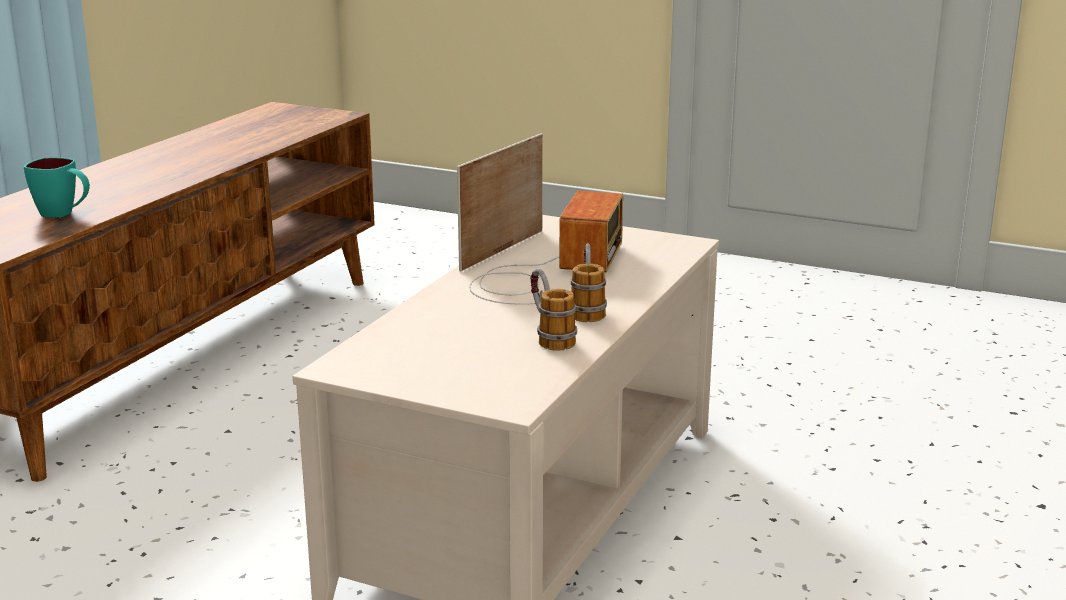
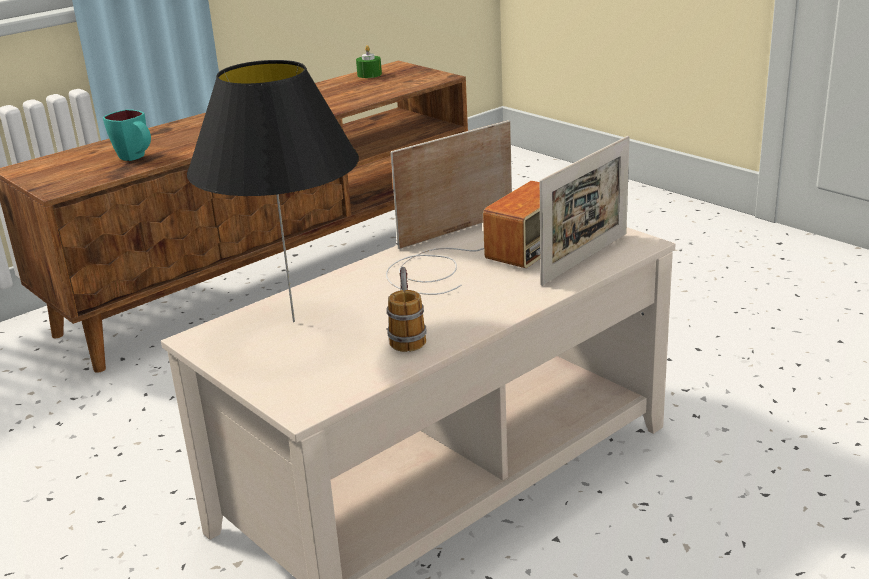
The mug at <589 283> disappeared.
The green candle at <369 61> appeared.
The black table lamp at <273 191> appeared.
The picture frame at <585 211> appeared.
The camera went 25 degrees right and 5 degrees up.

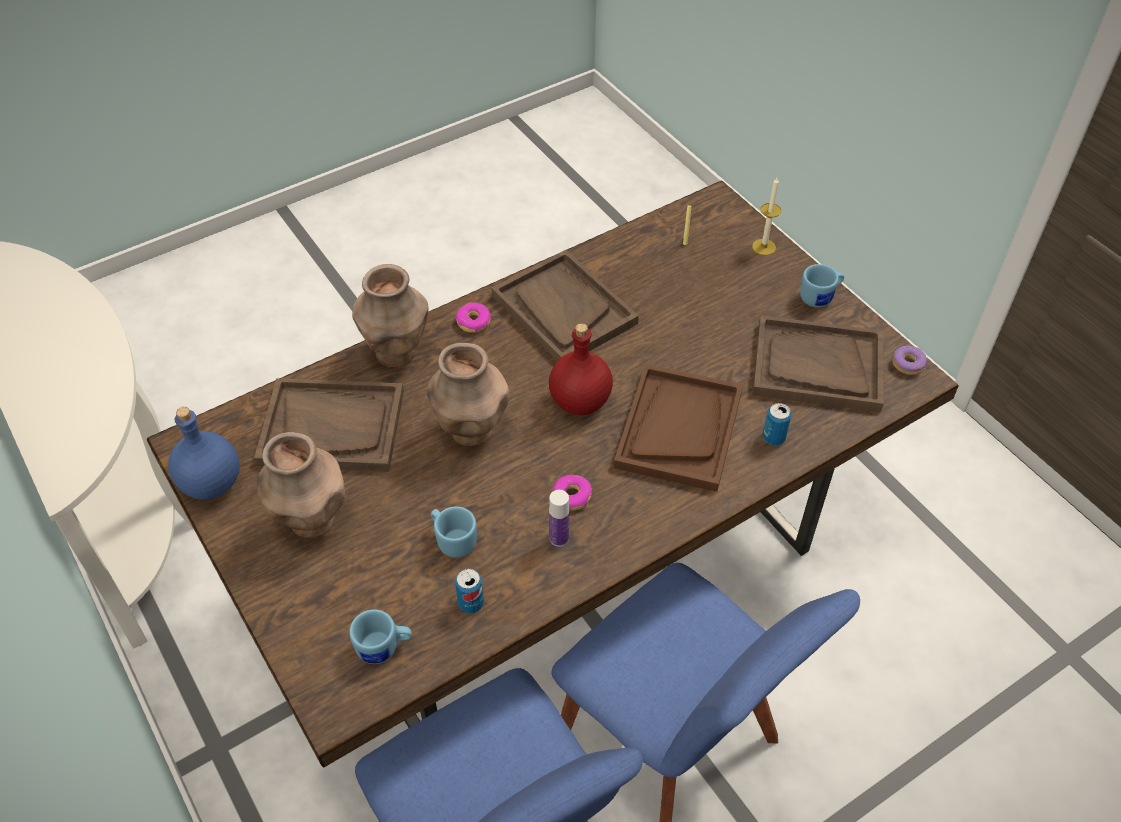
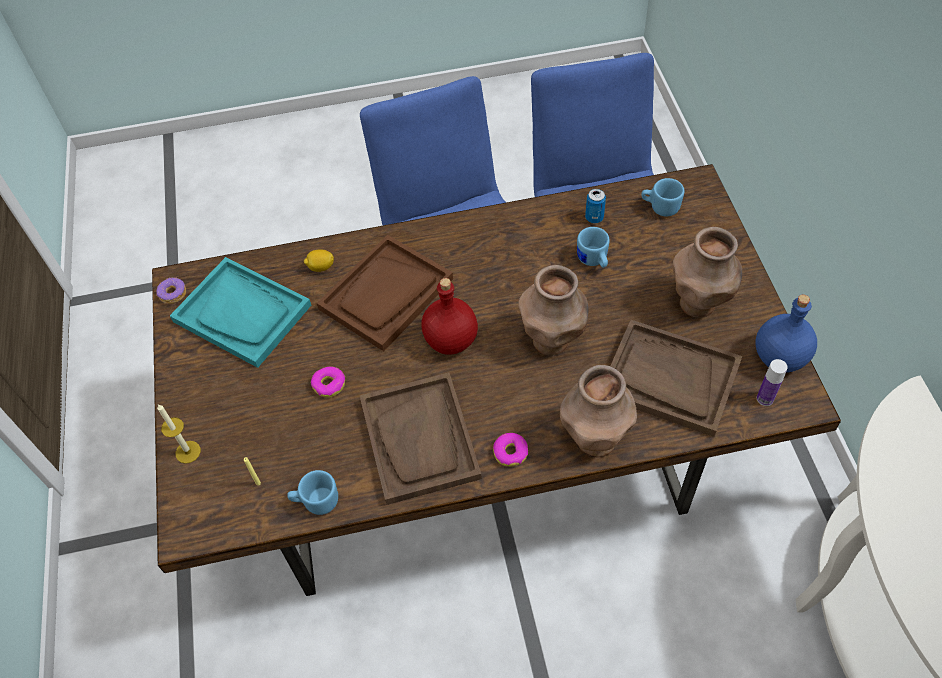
The blue mug moved from <822 286> to <312 492>.
The brown tray at <818 363> became the turquoise tray at <240 312>.
The can at <777 424> was replaced by the lemon at <319 260>.
The donut moved from <572 493> to <328 382>.
The bottle moved from <559 518> to <772 382>.
The camera went 155 degrees left and 5 degrees up.

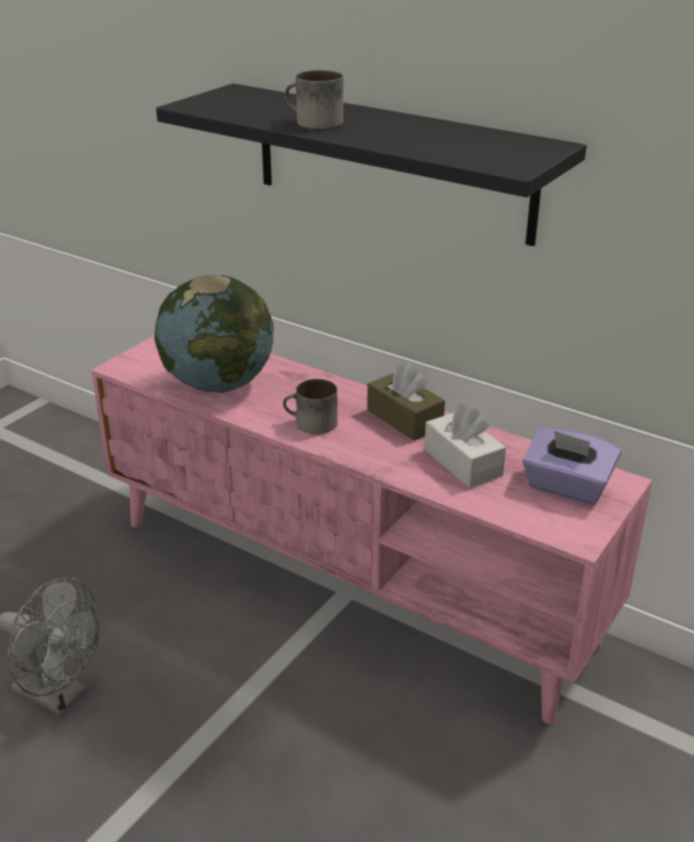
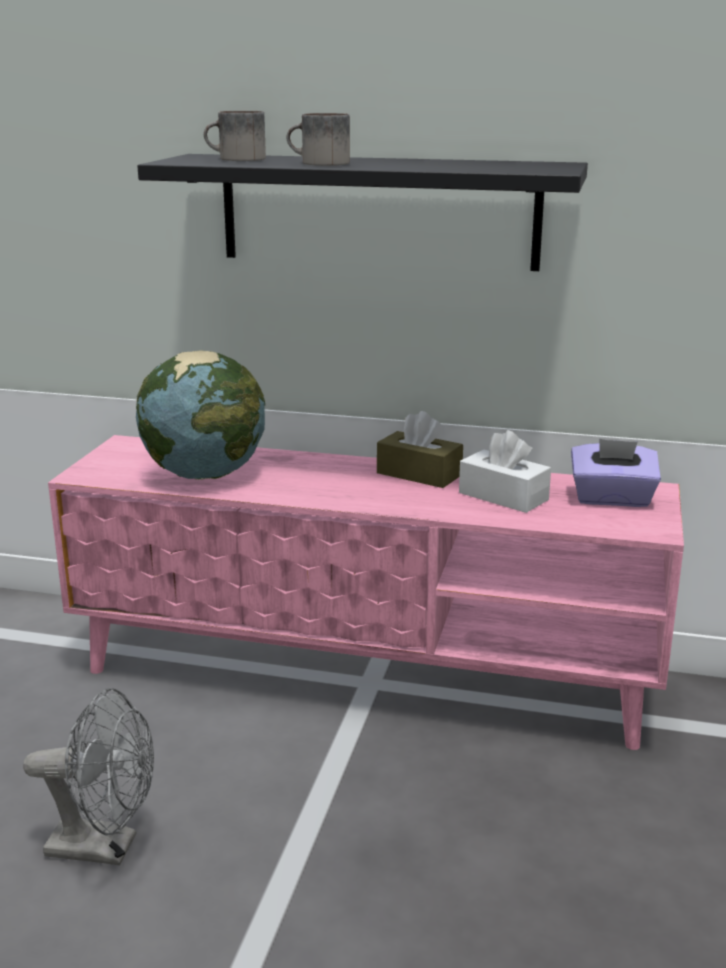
The mug moved from <310 406> to <235 136>.
The camera went 20 degrees left and 10 degrees down.

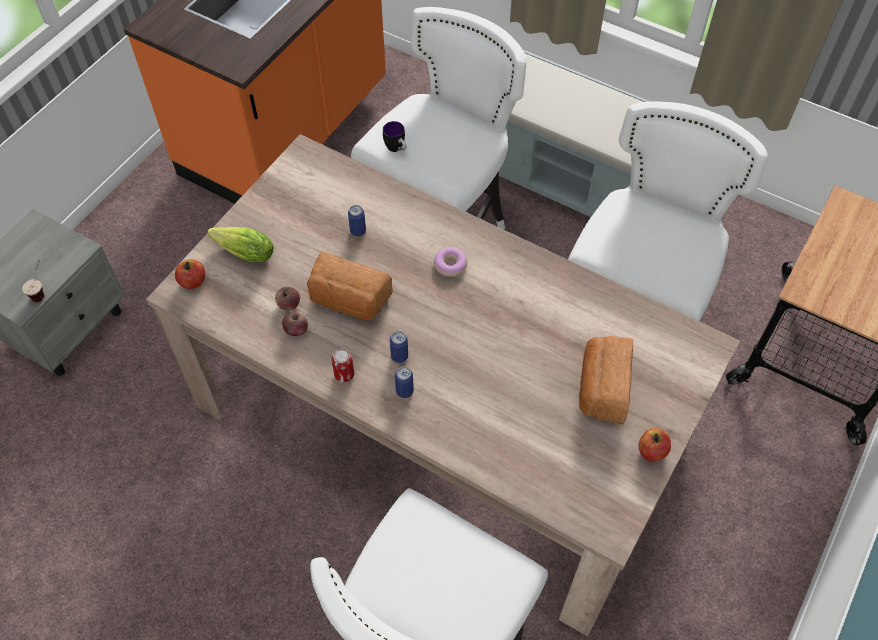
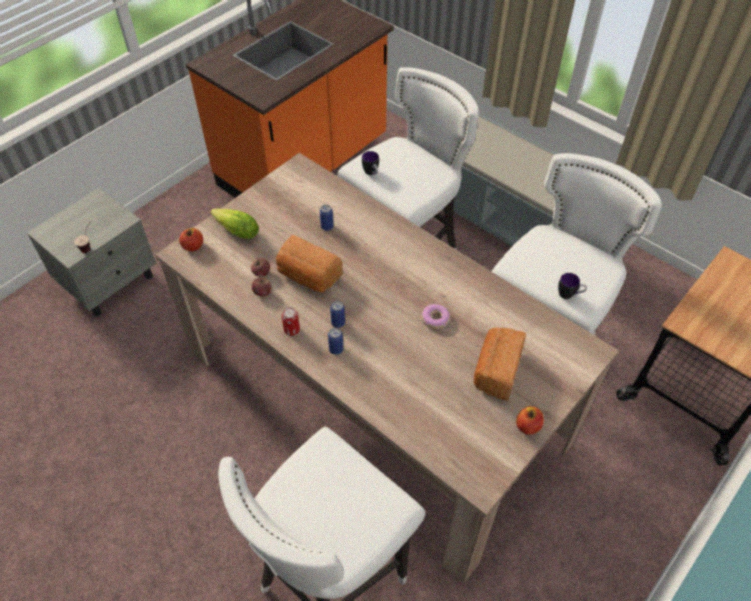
The donut moved from <450 262> to <435 316>.
The mug at <572 286> appeared.
The camera went 10 degrees right and 5 degrees down.

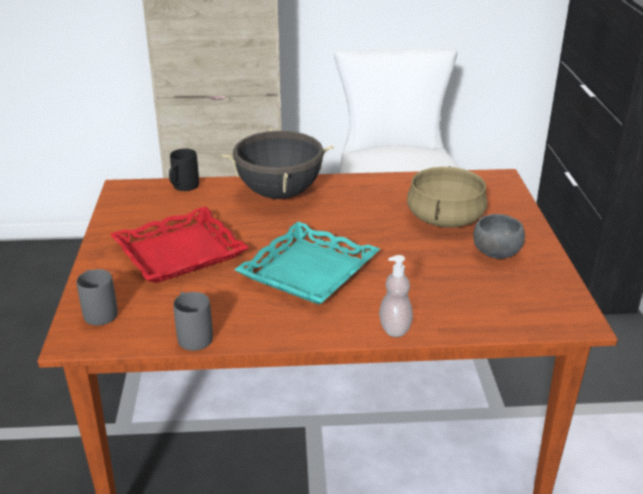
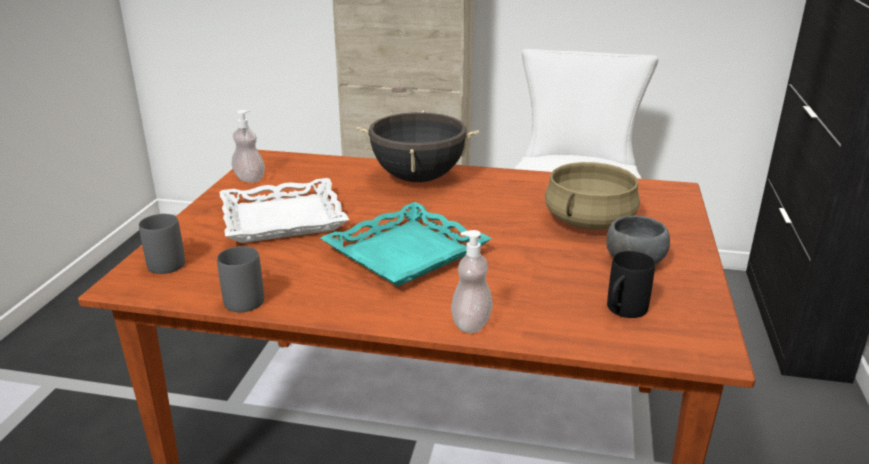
The black mug moved from <184 170> to <631 284>.
The red tray at <179 245> became the white tray at <284 210>.
The soap dispenser at <248 146> appeared.
The camera went 15 degrees right and 5 degrees down.

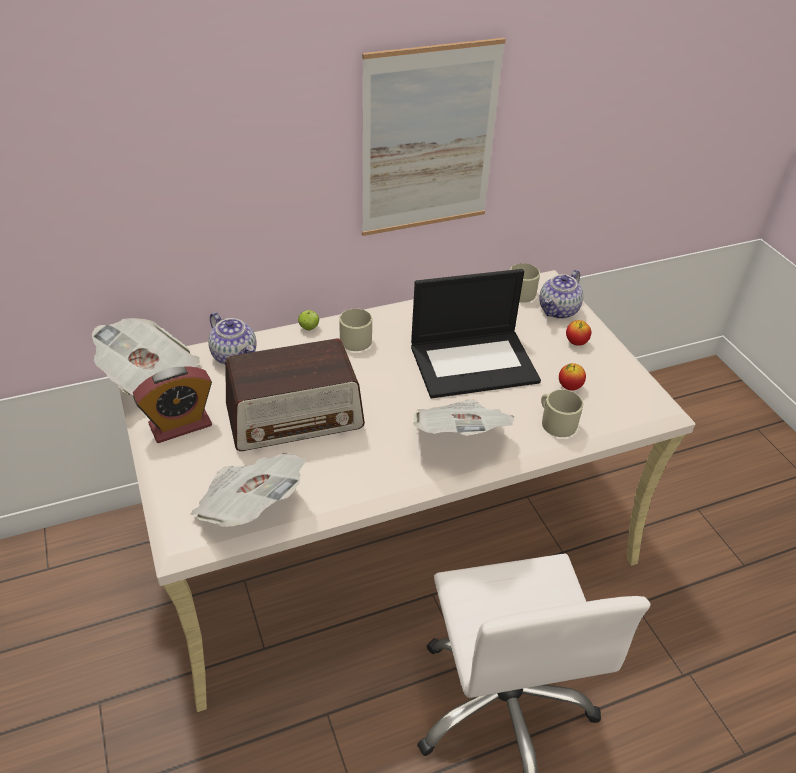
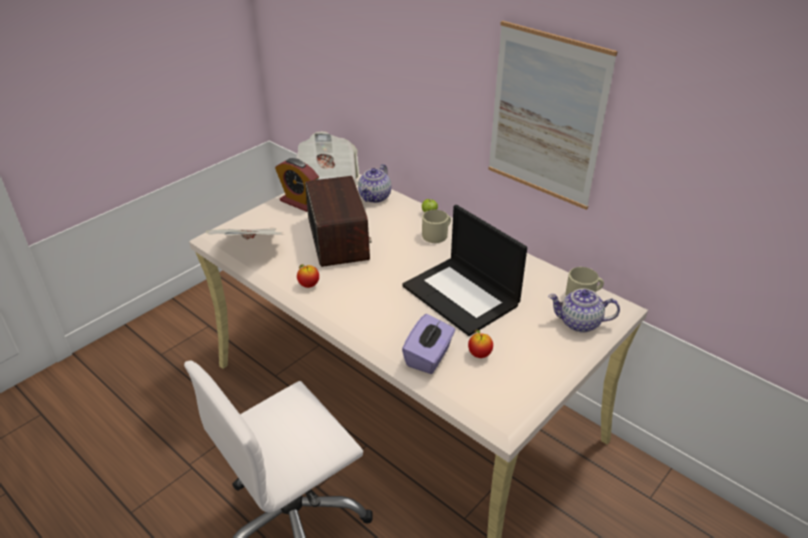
The apple moved from <578 333> to <308 276>.
The radio at <295 394> turned 150 degrees counterclockwise.
The beige mug at <562 413> was replaced by the purple tissue box at <428 344>.
The newspaper at <464 417> disappeared.
The camera went 65 degrees right and 5 degrees down.

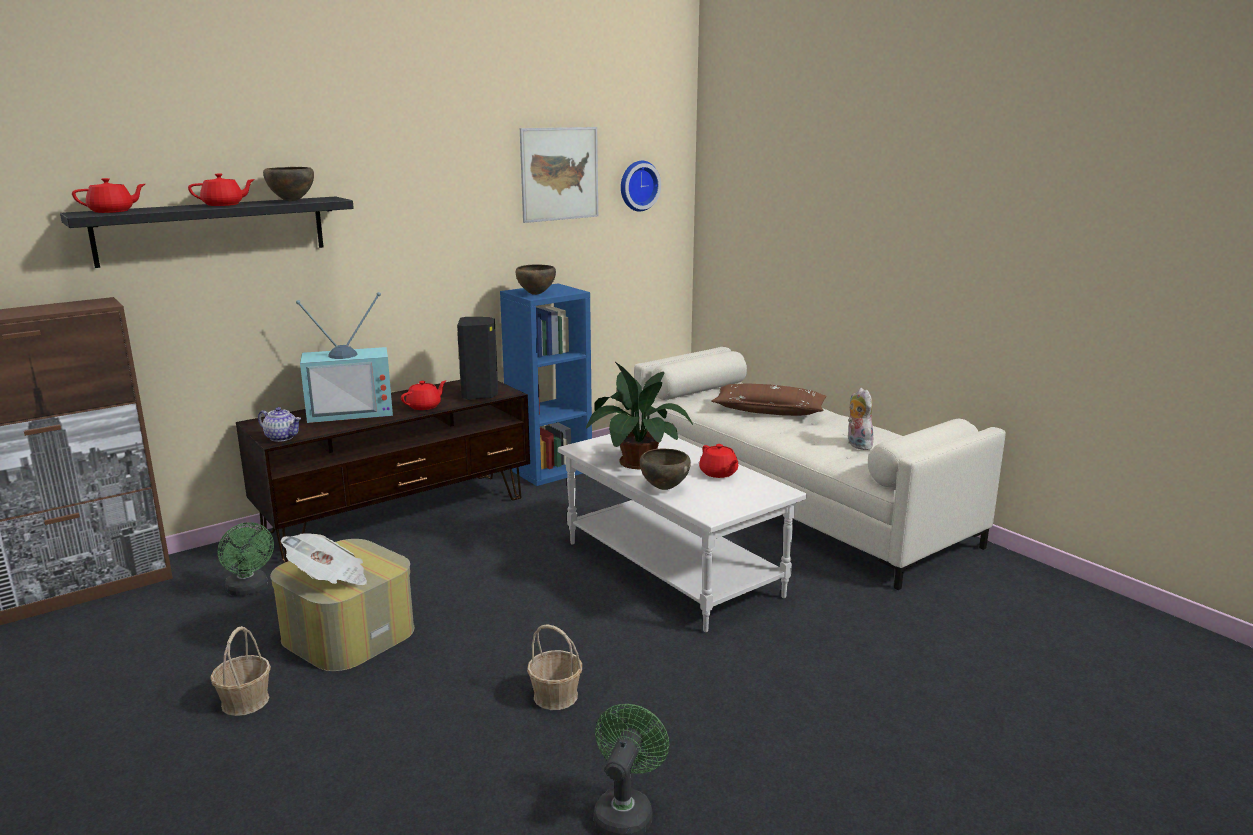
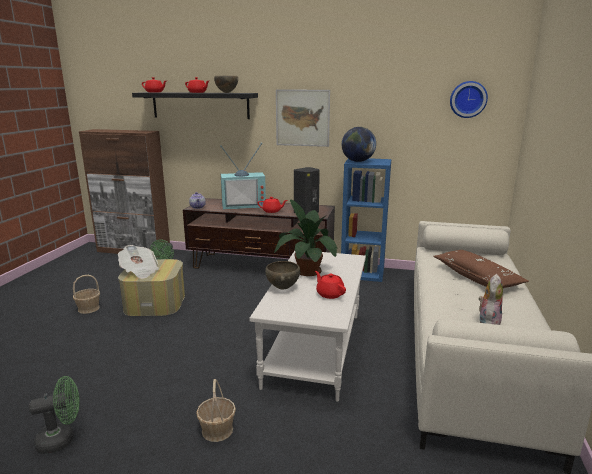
The picture moved from <559 175> to <303 118>.
The brown bowl at <536 280> was replaced by the globe at <359 144>.
The television at <344 357> turned 45 degrees counterclockwise.
The red teapot at <718 461> turned 120 degrees clockwise.
The basket moved from <554 667> to <216 410>.
The camera went 50 degrees right and 0 degrees up.

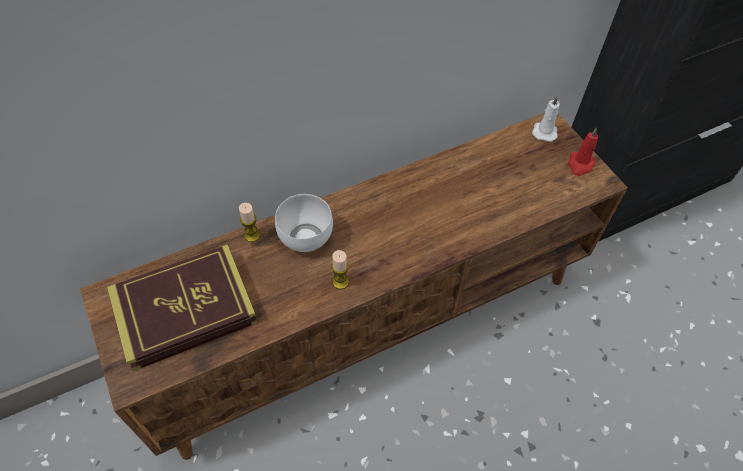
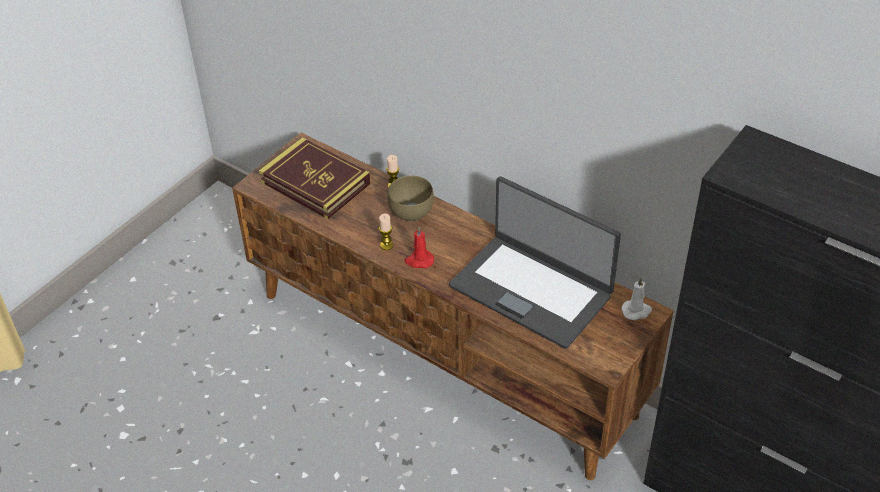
The red candle moved from <583 151> to <419 247>.
The white bowl at <304 223> became the brown bowl at <411 198>.
The laptop at <535 262> appeared.
The camera went 65 degrees right and 10 degrees down.

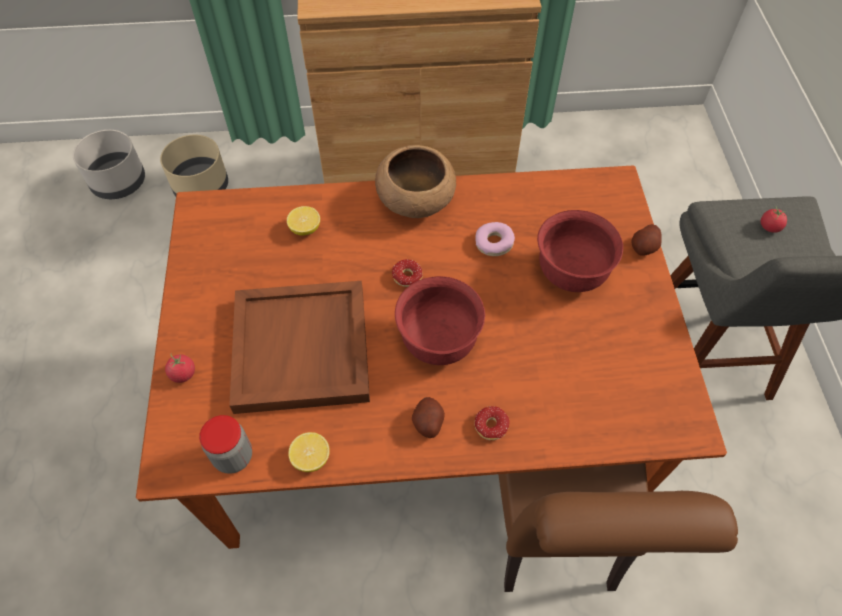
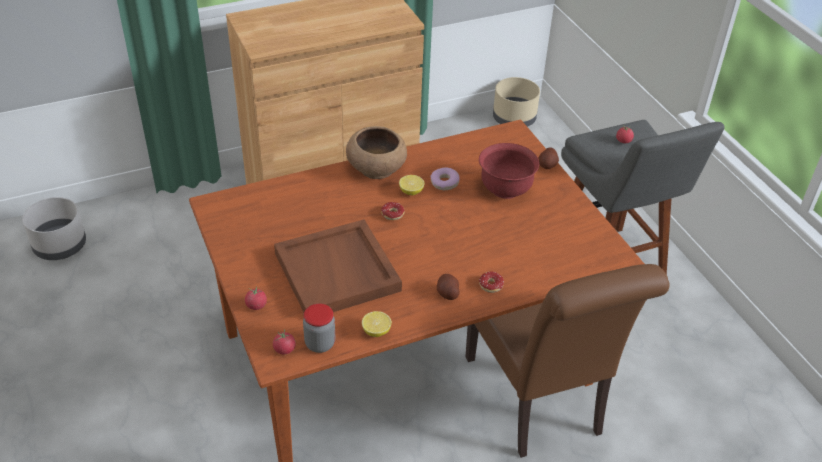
The beige planter moved from <194 166> to <516 102>.
The lemon moved from <303 221> to <412 185>.
The red bowl at <440 320> disappeared.
The tomato at <284 342> appeared.
The camera went 20 degrees left and 15 degrees down.

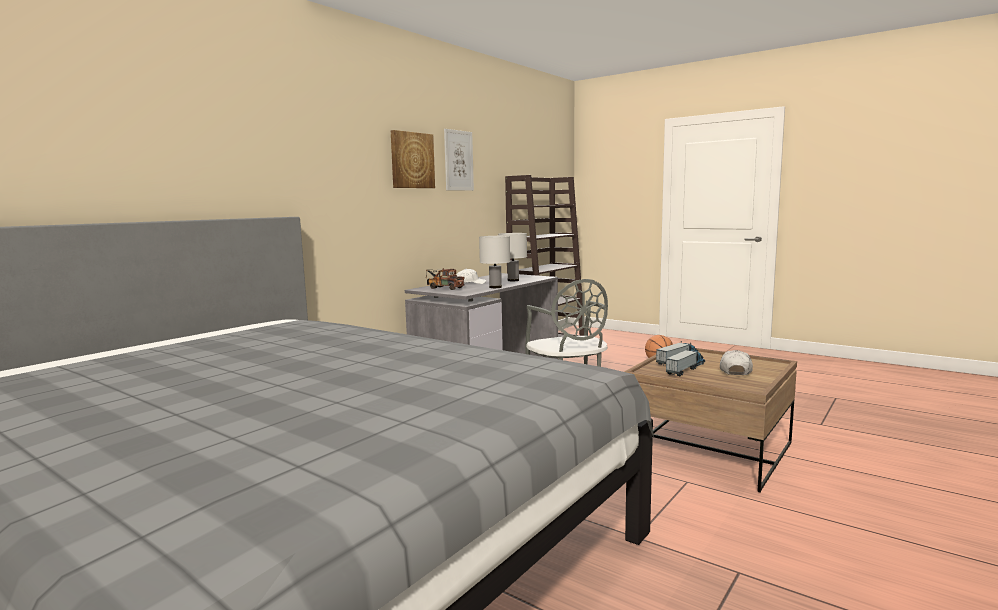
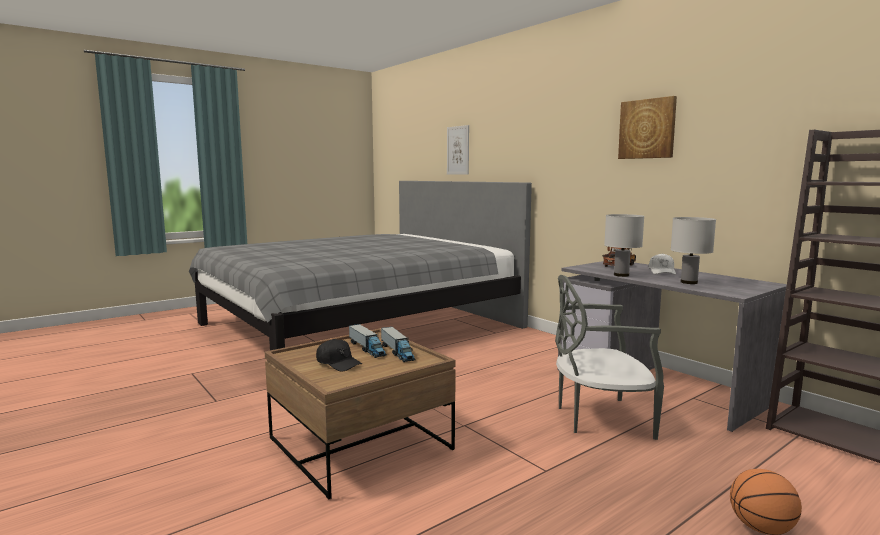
The picture moved from <459 160> to <458 150>.
The white cap at <736 362> became the black cap at <339 355>.
The camera went 105 degrees right and 0 degrees up.

